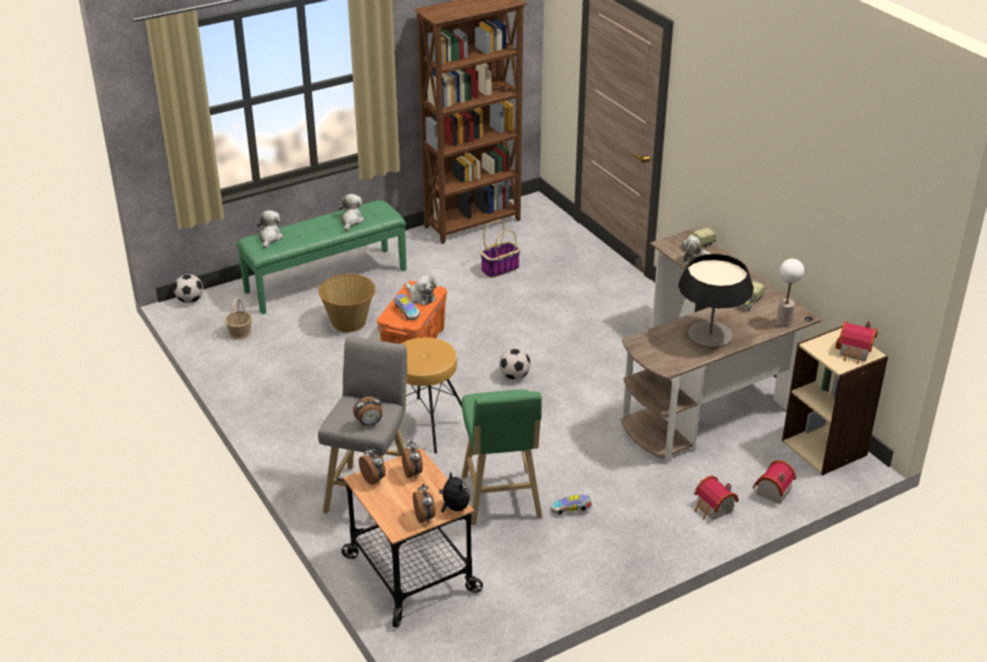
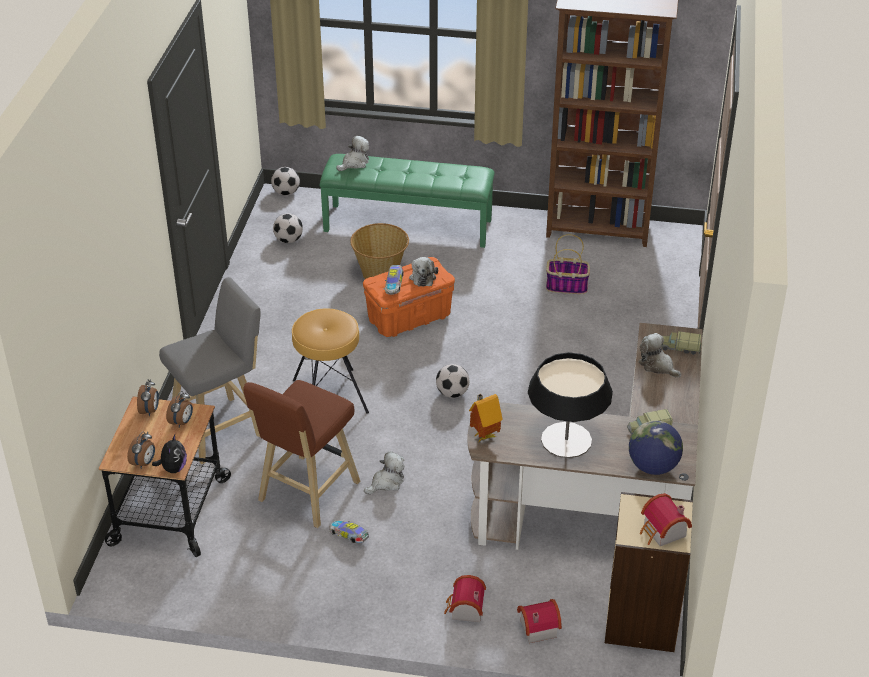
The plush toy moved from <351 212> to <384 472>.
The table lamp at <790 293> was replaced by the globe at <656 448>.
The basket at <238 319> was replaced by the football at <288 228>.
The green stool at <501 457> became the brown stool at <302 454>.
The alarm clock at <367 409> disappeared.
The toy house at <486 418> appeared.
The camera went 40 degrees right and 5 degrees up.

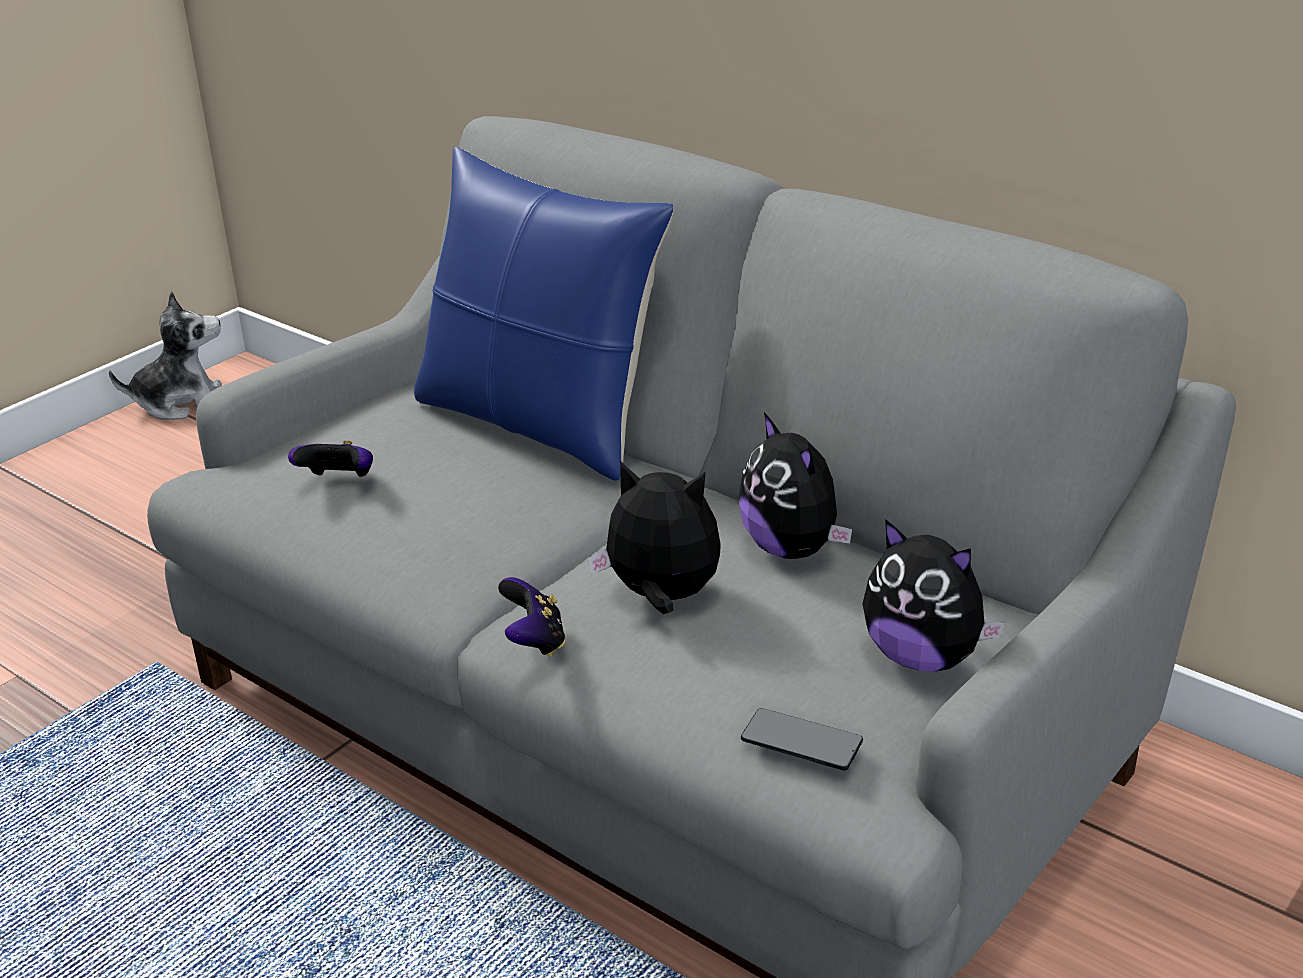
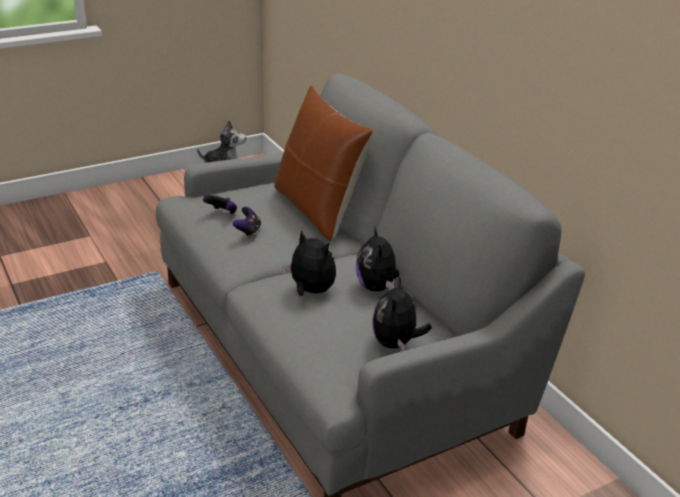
The blue pillow at <544 314> became the brown pillow at <323 164>.
The plush toy at <934 595> turned 45 degrees clockwise.
The game controller moved from <532 617> to <247 222>.
The phone at <802 739> disappeared.
The camera went 20 degrees right and 0 degrees up.

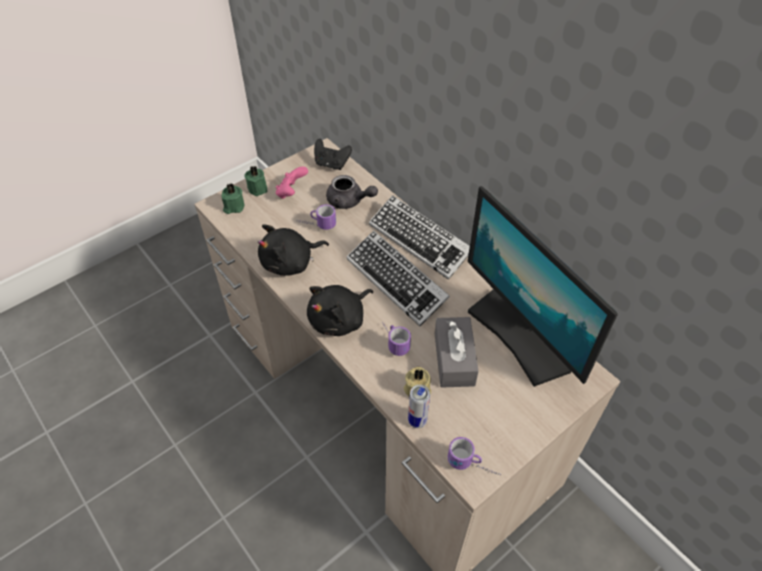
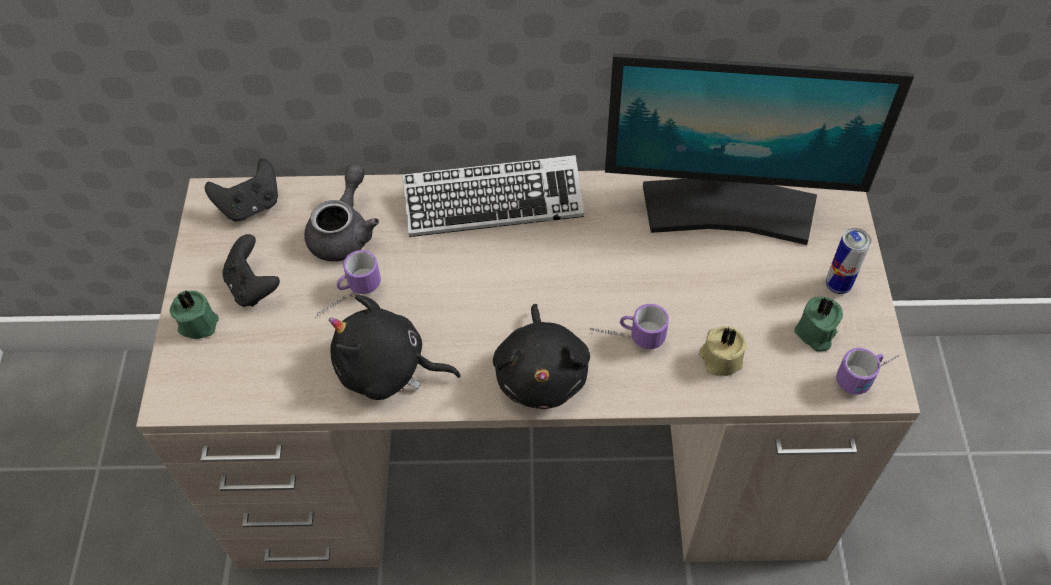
The pink game controller at <291 183> became the black game controller at <251 270>.
The grey teapot at <352 192> turned 45 degrees counterclockwise.
The green candle moved from <233 198> to <819 324>.
The black plush toy at <293 250> turned 90 degrees clockwise.
The keyboard at <398 278> disappeared.
The grey tissue box at <457 352> disappeared.
The can moved from <419 406> to <848 261>.
The camera went 50 degrees left and 5 degrees up.

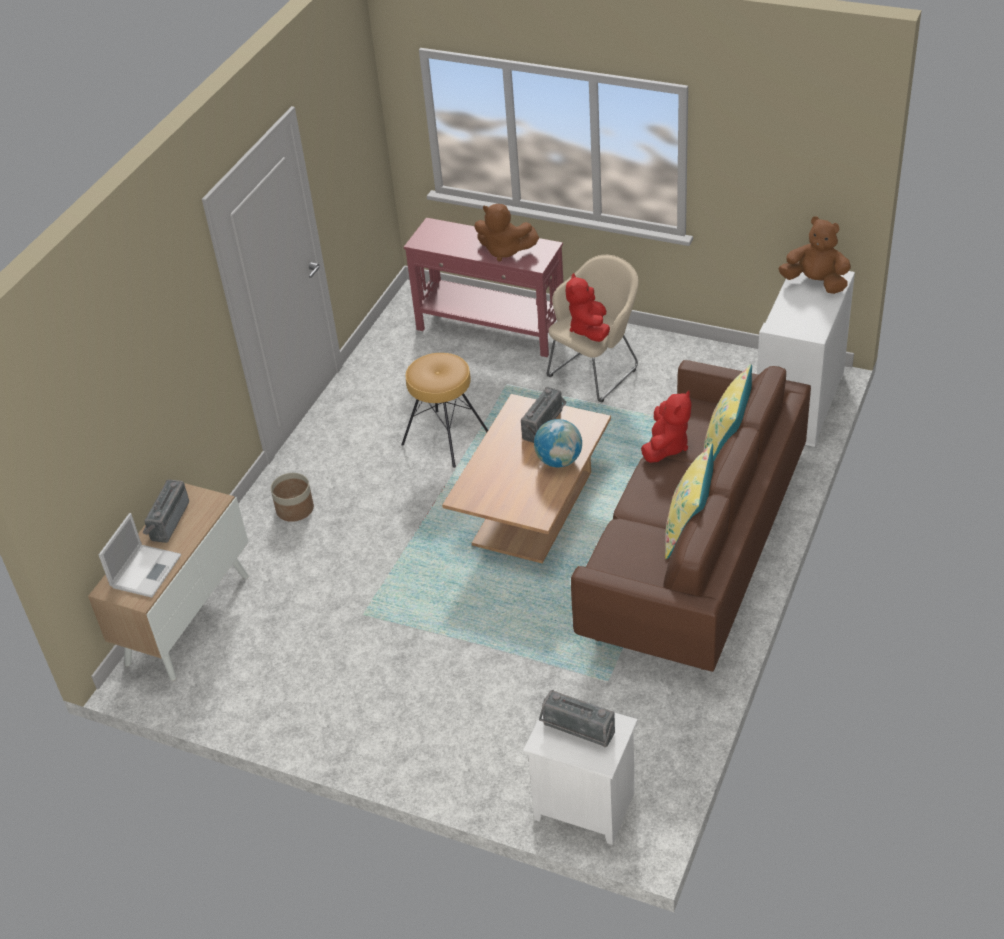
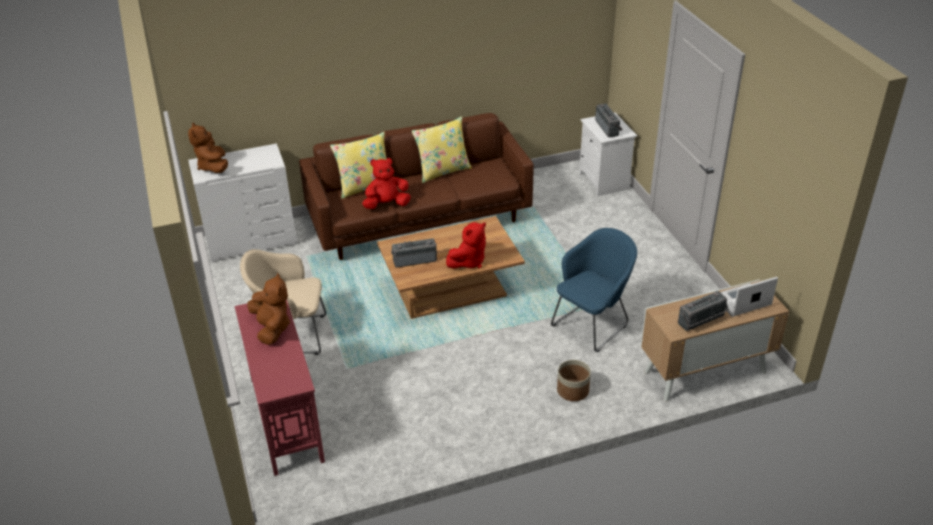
The red plush toy moved from <588 307> to <466 245>.
The brown stool at <444 410> disappeared.
The globe at <558 443> disappeared.
The blue armchair at <594 290> appeared.
The camera went 135 degrees left and 5 degrees down.

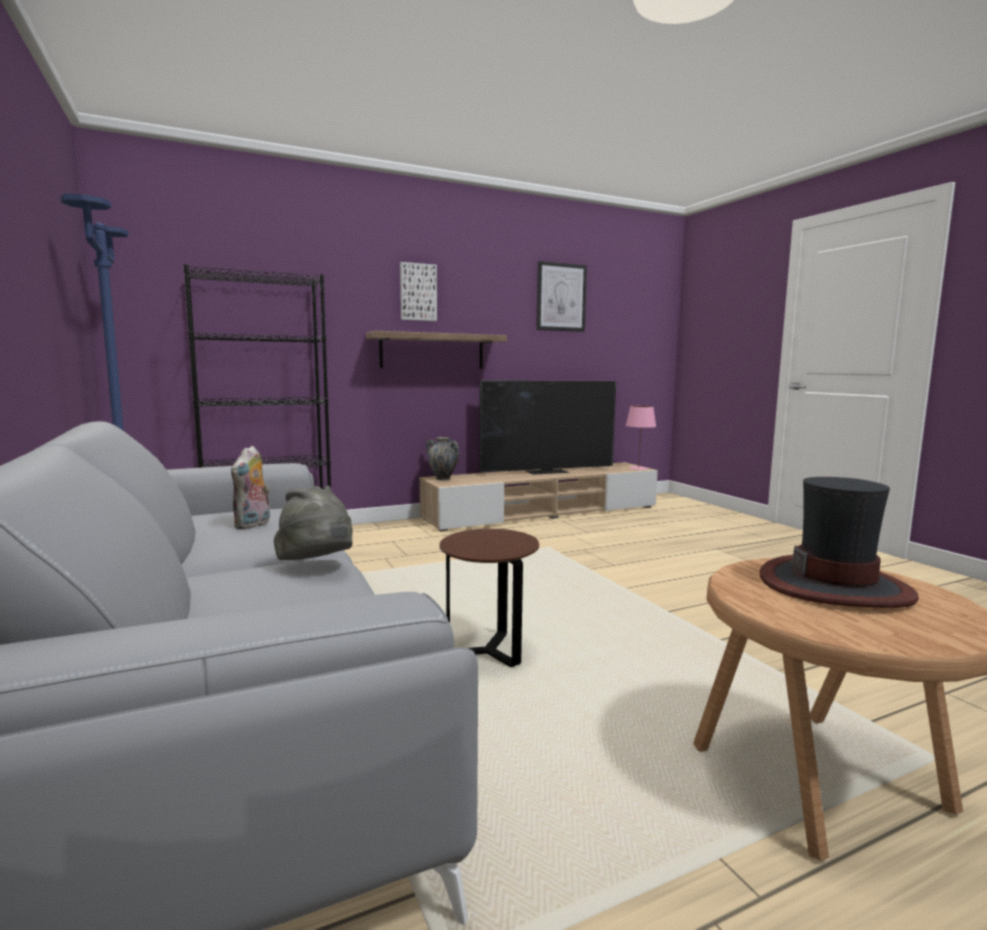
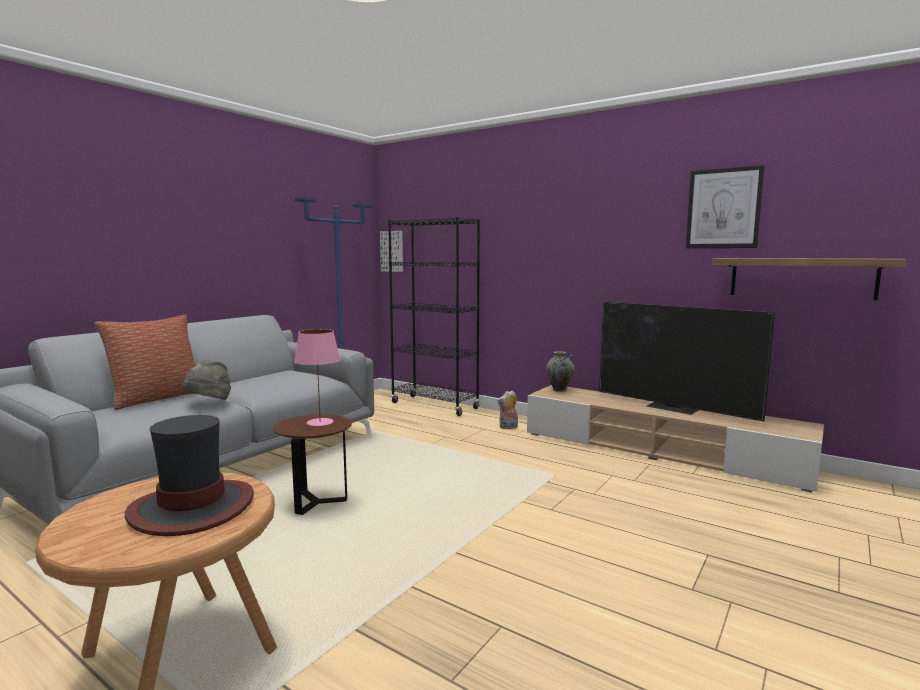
The picture moved from <418 291> to <391 251>.
The shelf moved from <436 350> to <809 279>.
The pink table lamp moved from <641 438> to <317 377>.
The plush toy moved from <252 487> to <507 410>.
The pillow at <145 362> appeared.
The camera went 60 degrees right and 0 degrees up.

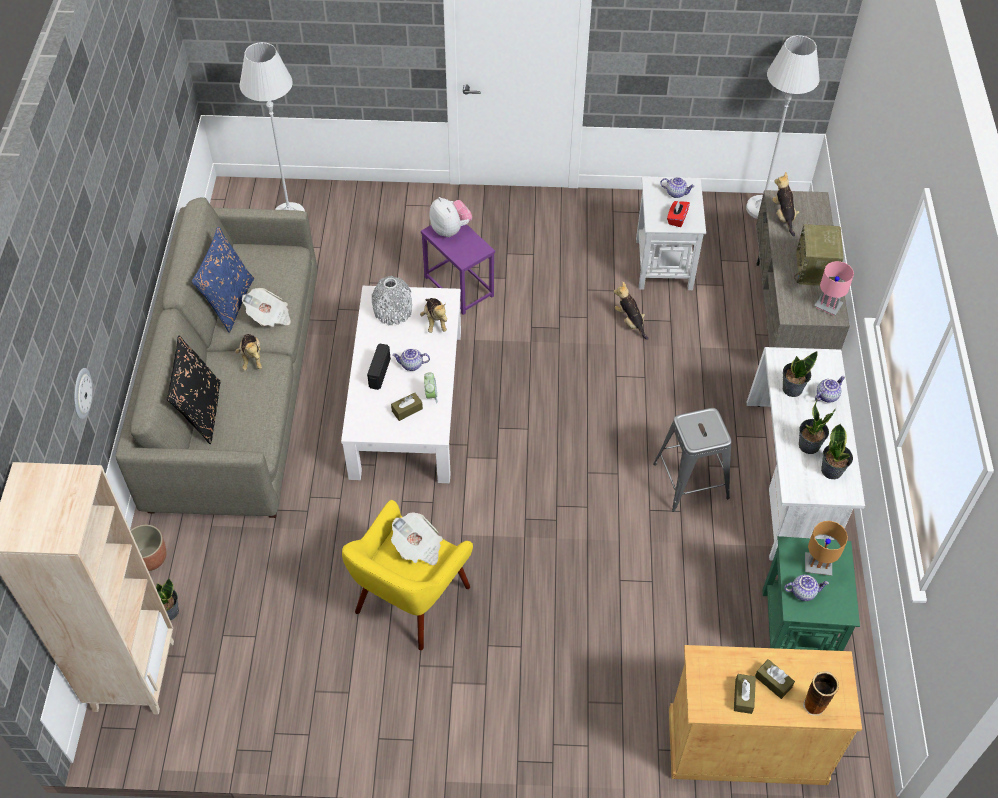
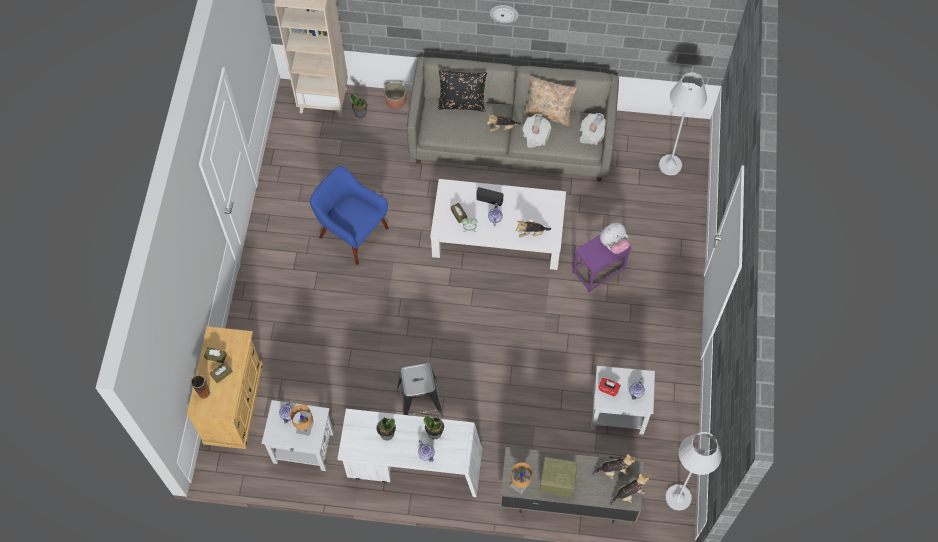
The blue pillow at <223 279> became the beige pillow at <550 101>.
The pink table lamp at <834 288> became the brown table lamp at <521 478>.
The grey vase at <392 300> disappeared.
The plush toy moved from <631 311> to <629 489>.
The wall clock moved from <83 393> to <504 14>.
The potted plant at <837 451> disappeared.
The yellow armchair at <407 575> became the blue armchair at <349 215>.
The newspaper moved from <416 539> to <593 129>.
The green side table at <811 593> became the white side table at <297 435>.
The camera went 95 degrees right and 10 degrees up.

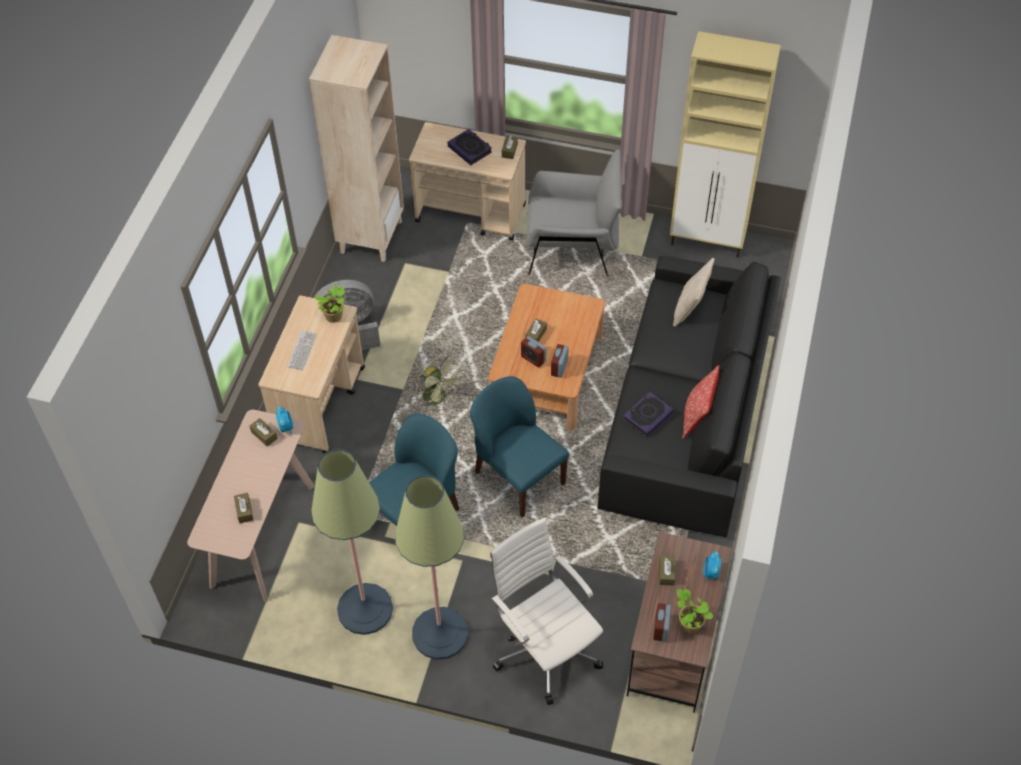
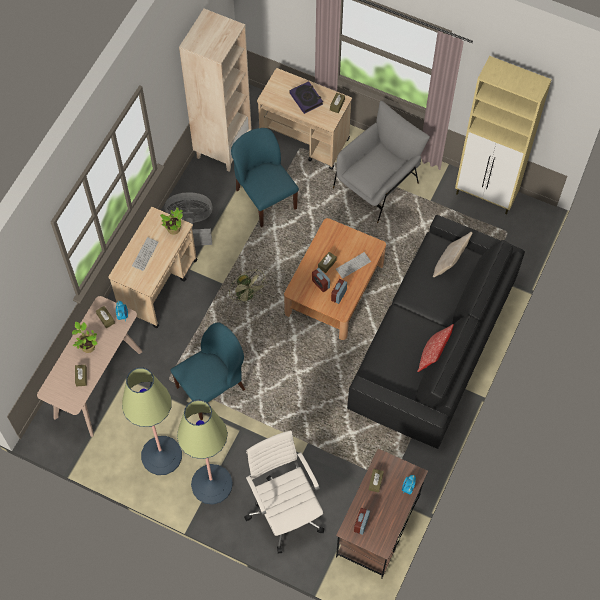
The grey armchair at <574 213> turned 60 degrees counterclockwise.
The blue chair moved from <519 447> to <265 177>.
The book at <648 414> disappeared.
The potted plant moved from <695 611> to <84 337>.
The keyboard at <353 265> appeared.
The camera went 10 degrees right and 10 degrees up.

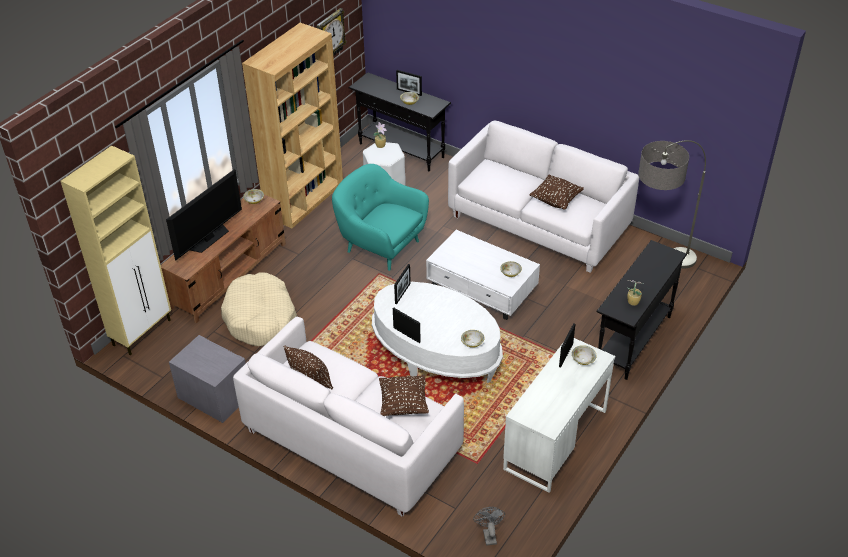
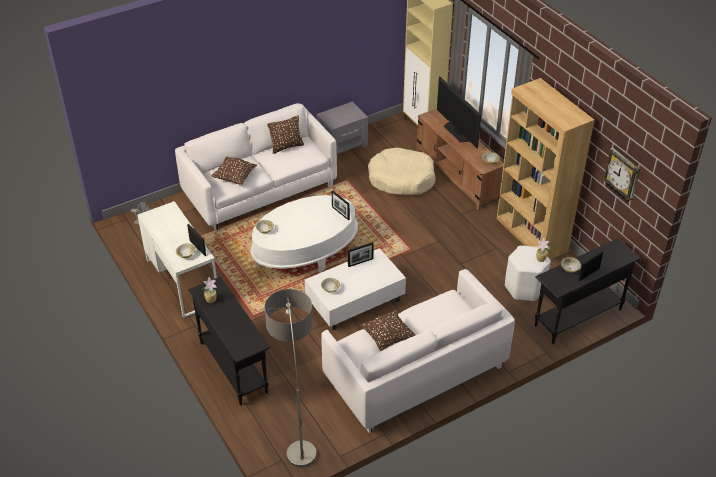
The turquoise armchair at <380 217> disappeared.
The picture frame moved from <407 325> to <360 254>.
The camera went 115 degrees right and 0 degrees up.

